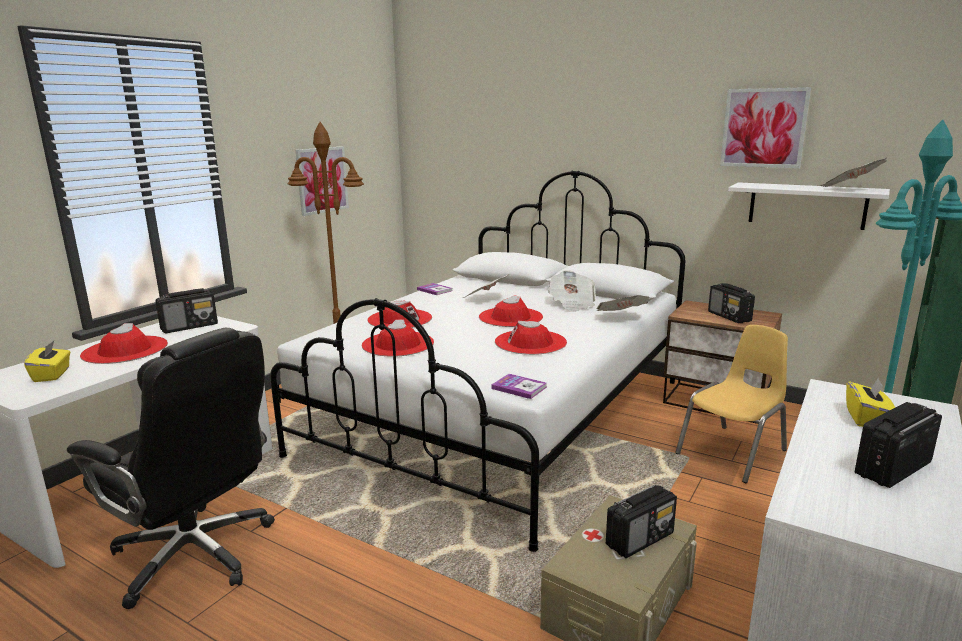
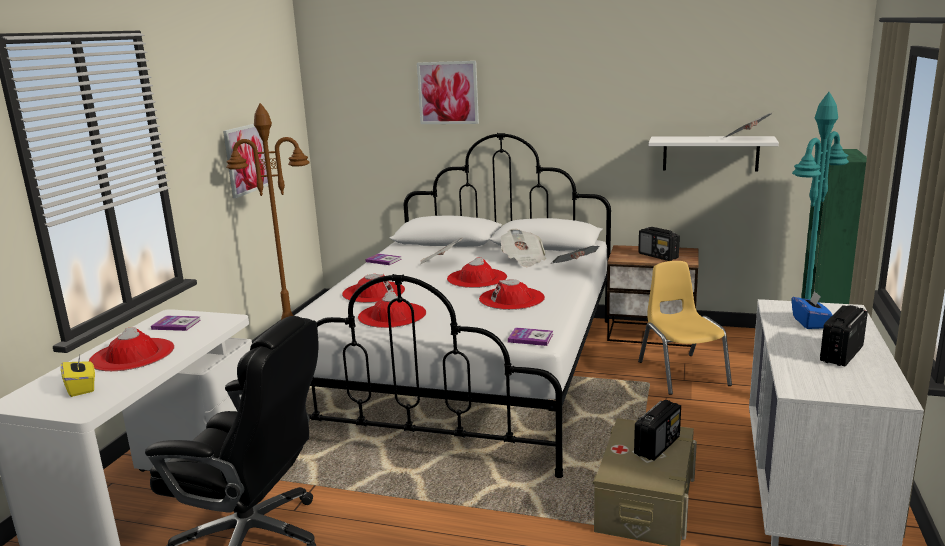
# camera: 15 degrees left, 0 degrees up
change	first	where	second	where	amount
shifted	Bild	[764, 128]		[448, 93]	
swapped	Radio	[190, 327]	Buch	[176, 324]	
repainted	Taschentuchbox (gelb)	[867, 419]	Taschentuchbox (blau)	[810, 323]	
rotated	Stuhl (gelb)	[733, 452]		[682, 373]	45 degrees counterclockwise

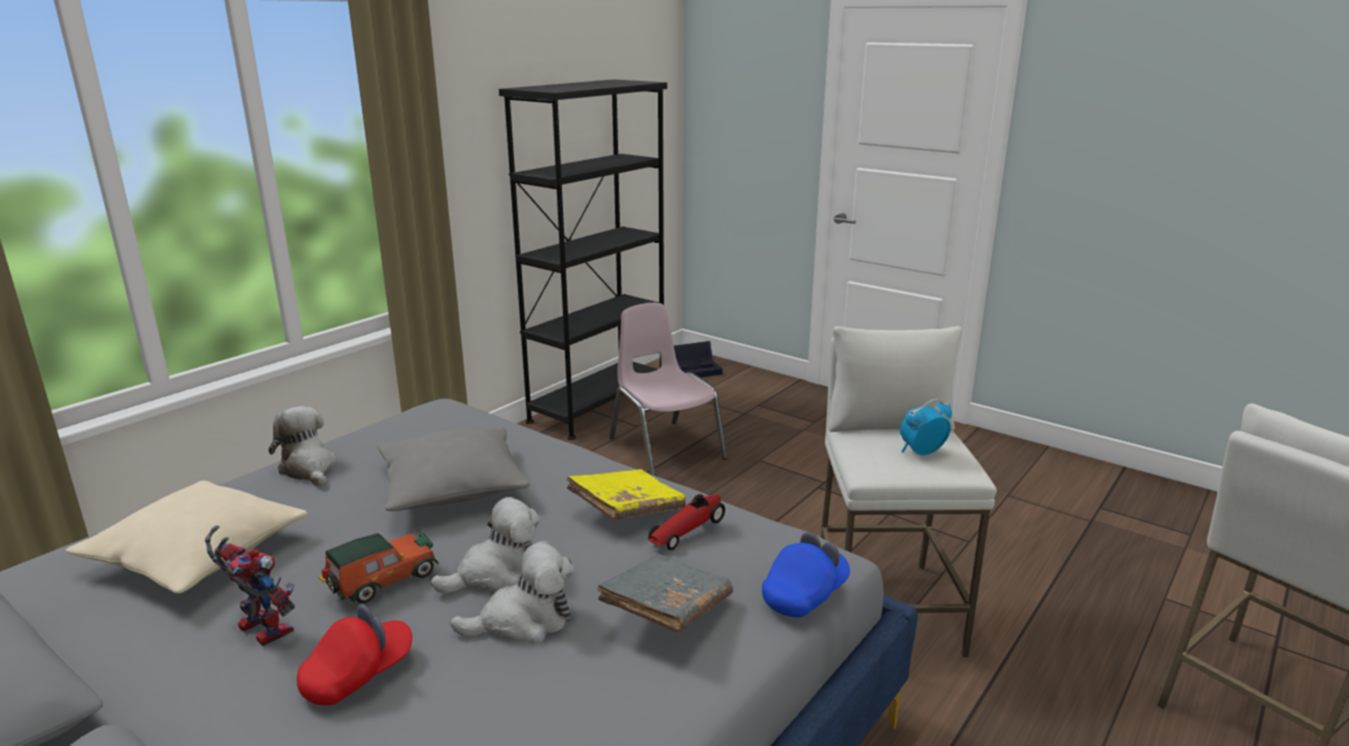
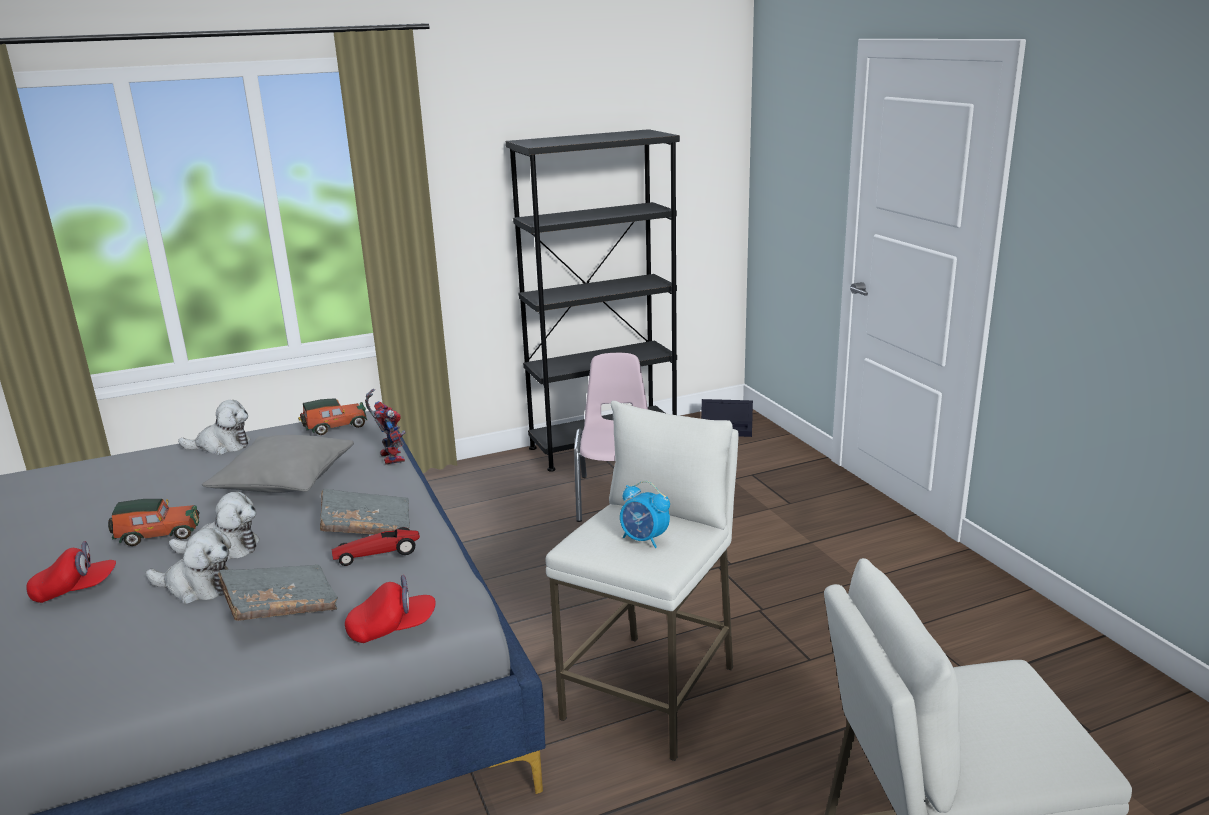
# camera: 30 degrees right, 0 degrees up
change	first	where	second	where	amount
gone	Kissen (beige)	[197, 556]			
new			Spielzeugauto	[334, 427]	
shifted	Spielzeugroboter	[258, 629]		[389, 457]	
repainted	Buch (gelb)	[627, 509]	Buch (grau)	[367, 528]	
repainted	Kappe (blau)	[805, 594]	Kappe (rot)	[392, 628]	
rotated	Plüschtier	[309, 468]		[222, 446]	90 degrees clockwise
rotated	Wecker	[921, 452]		[644, 540]	150 degrees counterclockwise

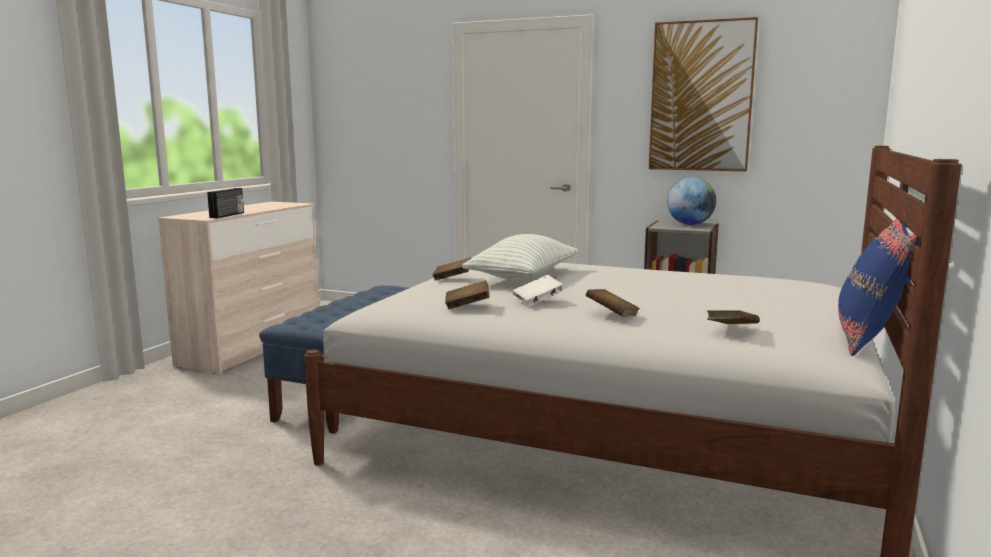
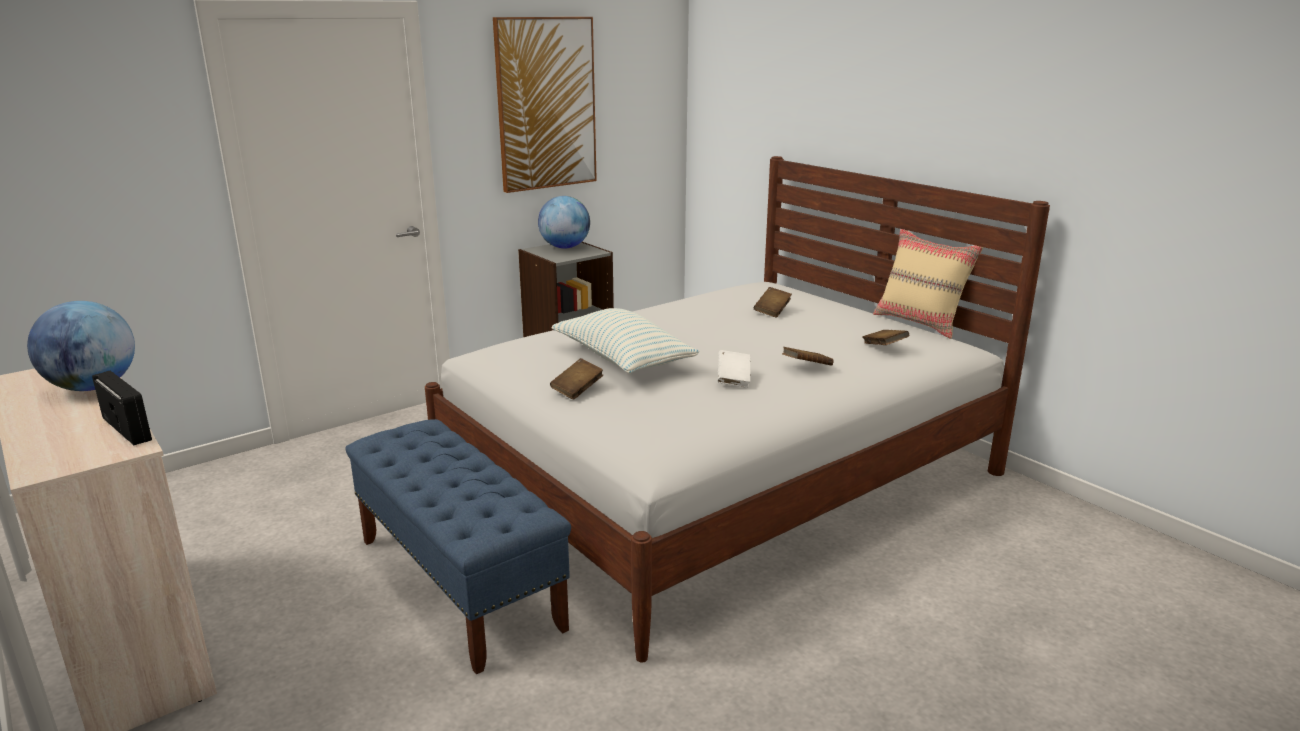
# camera: 60 degrees left, 10 degrees up
change	first	where	second	where	amount
new			Globus	[93, 387]	
shifted	Buch (braun)	[467, 306]		[772, 311]	
repainted	Kissen (blau)	[870, 340]	Kissen (beige)	[920, 323]	

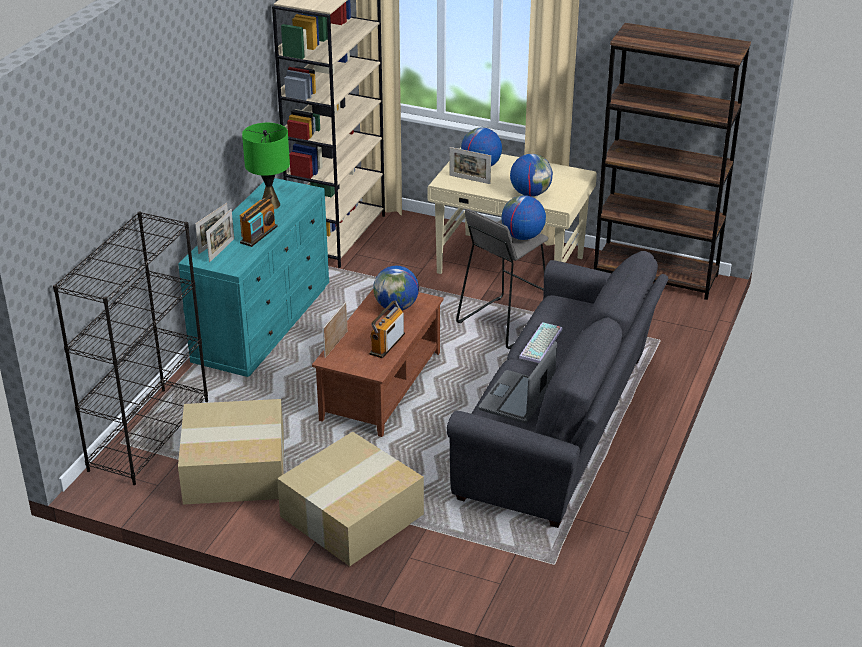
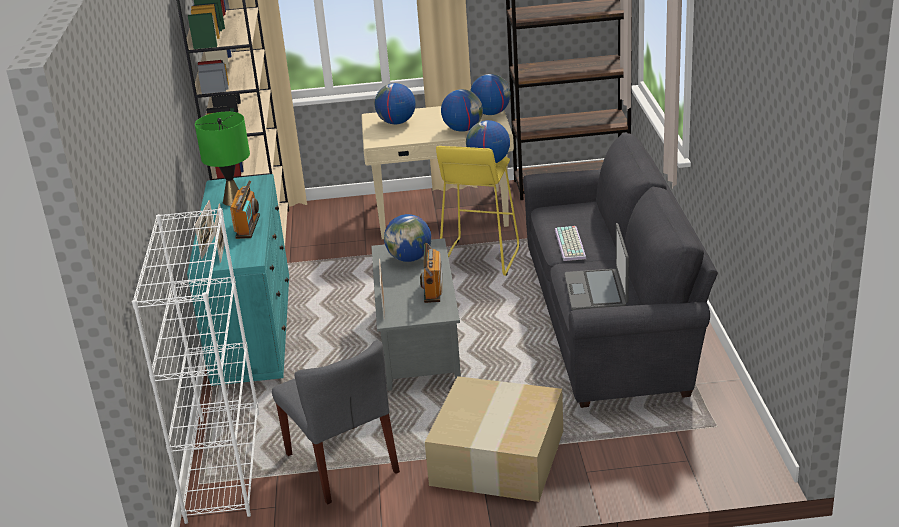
# camera: 25 degrees left, 5 degrees down
change	first	where	second	where	amount
gone	Bilderrahmen	[469, 179]			
new			Globus	[491, 113]	
swapped	Karton	[233, 470]	Stuhl (grau)	[342, 463]	
repainted	Bücherregal (schwarz)	[149, 434]	Bücherregal (weiß)	[223, 464]	
repainted	Couchtisch (braun)	[382, 386]	Couchtisch (grau)	[420, 342]	
repainted	Hocker (grau)	[502, 323]	Hocker (gelb)	[479, 258]	

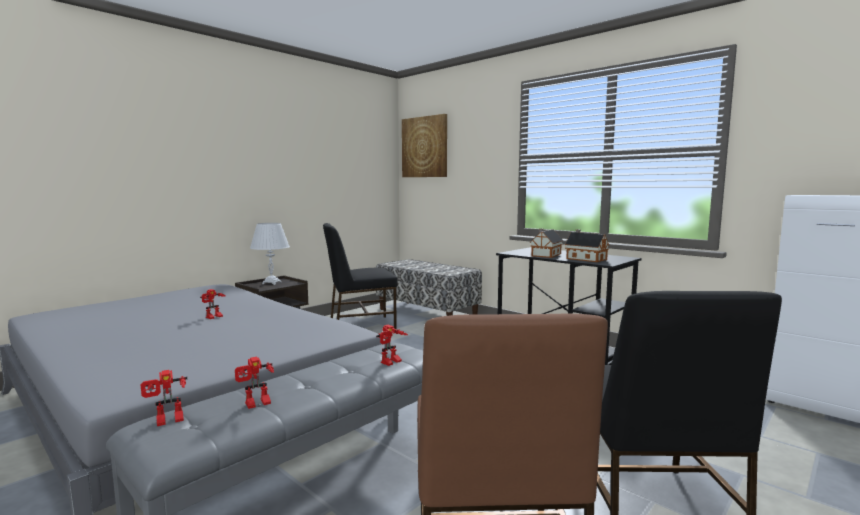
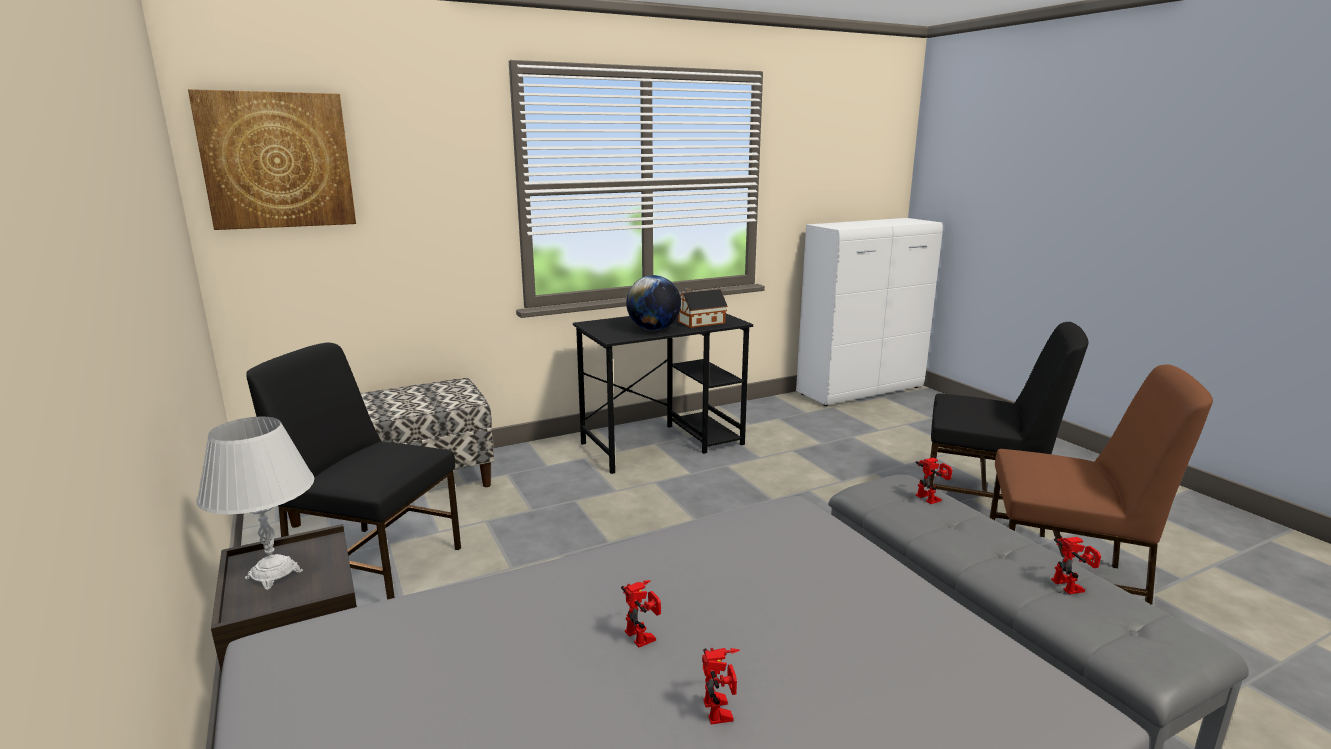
# camera: 70 degrees left, 10 degrees up
change	first	where	second	where	amount
shifted	Spielzeugroboter	[168, 422]		[723, 712]	
swapped	Spielzeughaus	[545, 255]	Globus	[653, 329]	
rotated	Stuhl (schwarz)	[360, 325]		[375, 564]	105 degrees clockwise

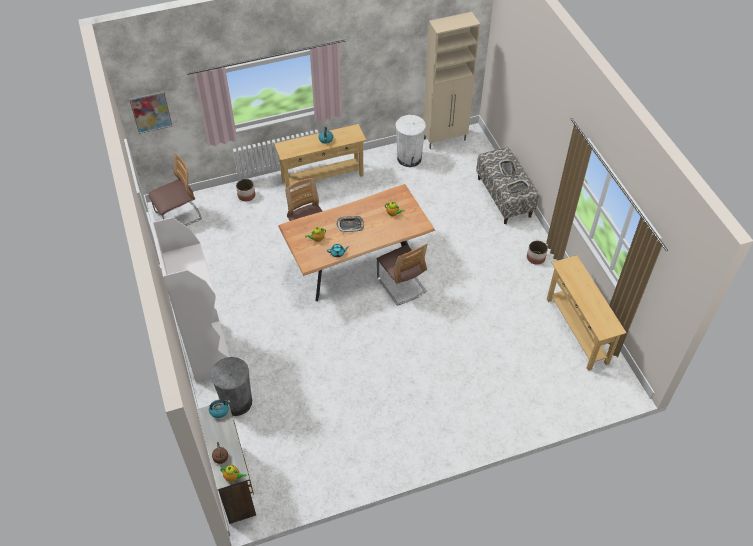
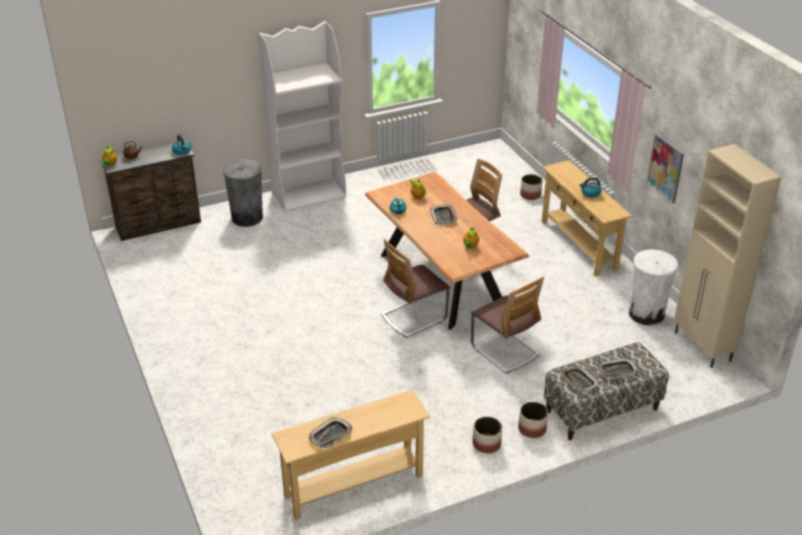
# camera: 85 degrees right, 15 degrees down
change	first	where	second	where	amount
new			Tablett	[331, 436]	
new			Pflanzkübel	[532, 429]	
shifted	Bild	[151, 112]		[666, 168]	
shifted	Stuhl	[178, 216]		[504, 350]	

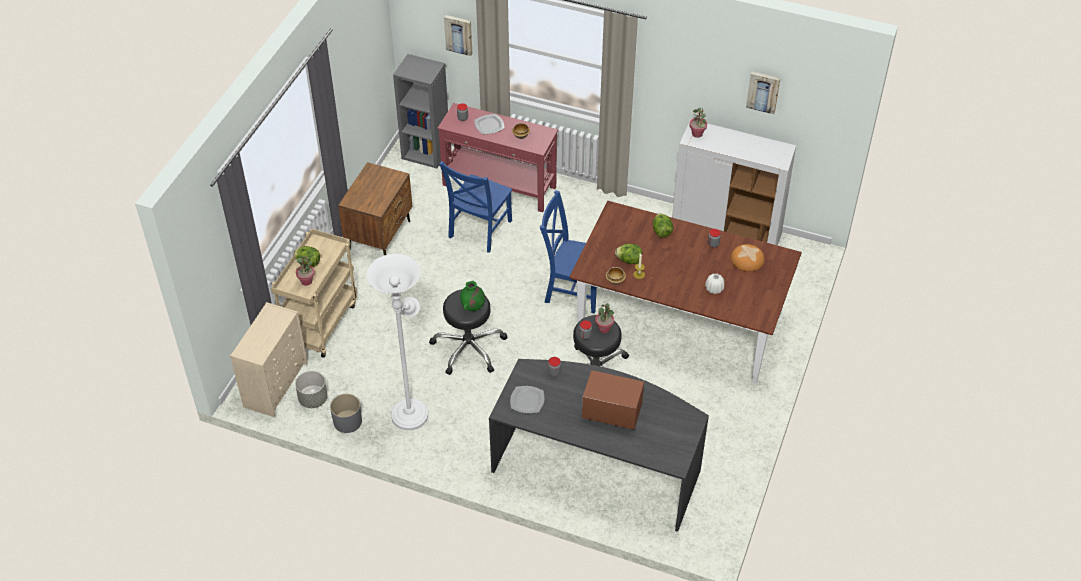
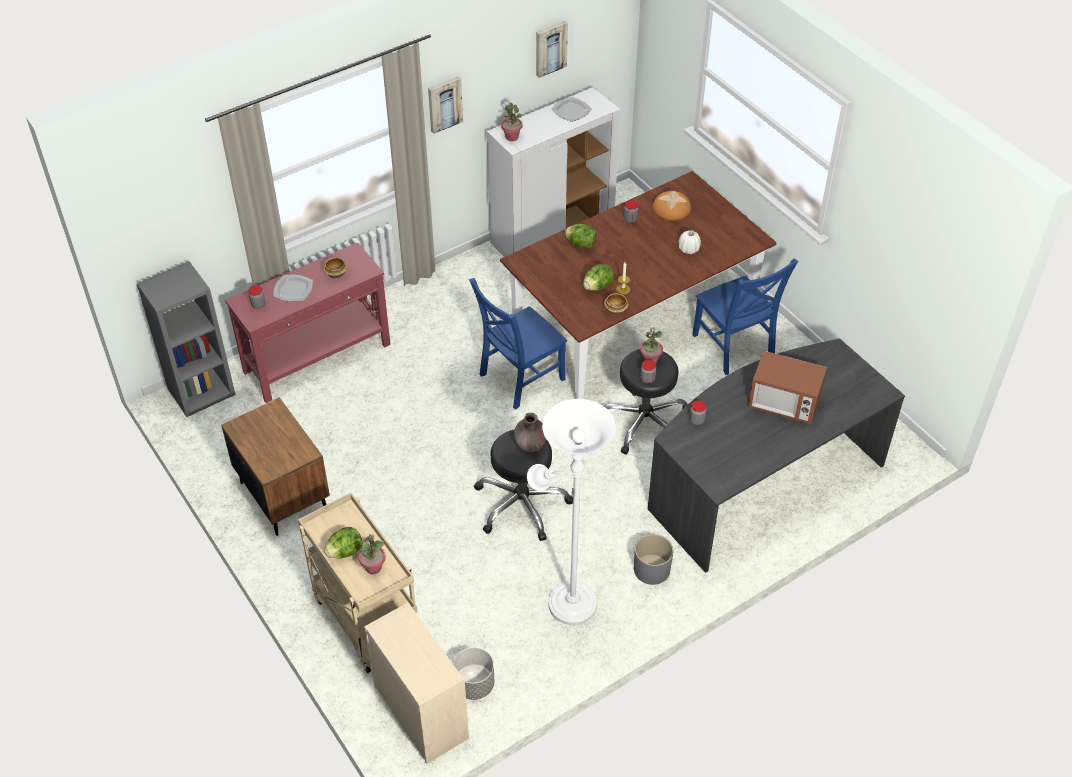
# camera: 55 degrees left, 0 degrees up
change	first	where	second	where	amount
shifted	Pflanzkübel (grau)	[347, 421]		[651, 570]	
shifted	Stuhl (blau)	[478, 231]		[734, 347]	
shifted	Bild	[459, 34]		[444, 104]	
shifted	Teller	[527, 400]		[571, 110]	
repainted	Vase (grün)	[473, 307]	Vase (braun)	[530, 446]	
rotated	Mikrowelle	[612, 412]		[783, 404]	120 degrees counterclockwise

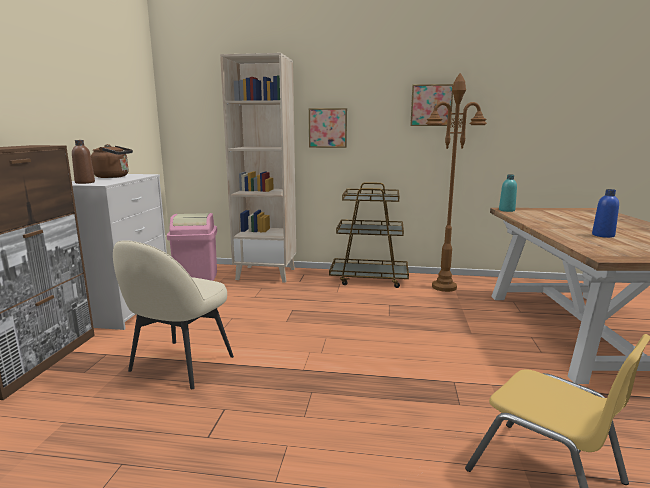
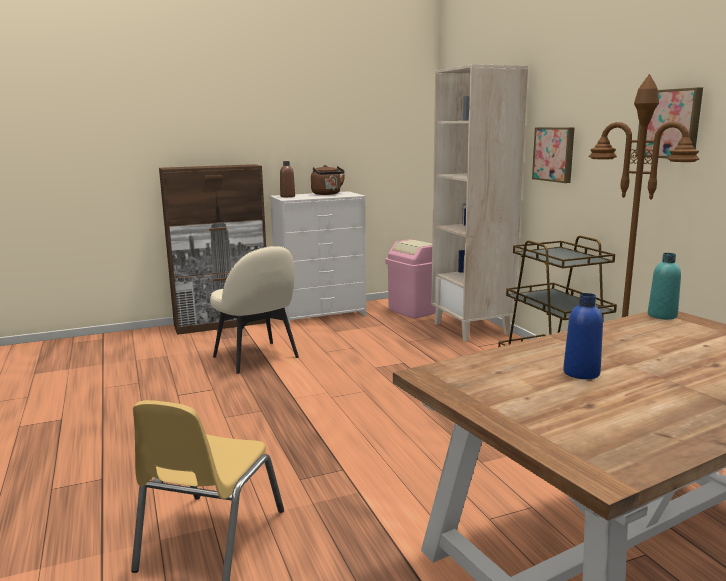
# camera: 60 degrees right, 0 degrees up
change	first	where	second	where	amount
rotated	Stuhl (beige)	[180, 365]		[257, 358]	120 degrees counterclockwise

